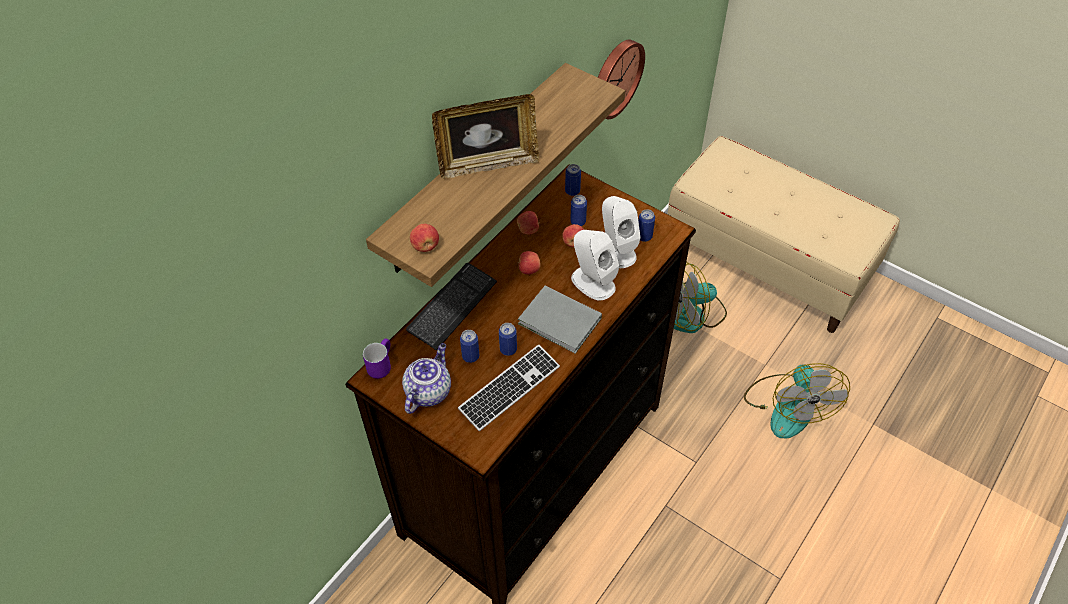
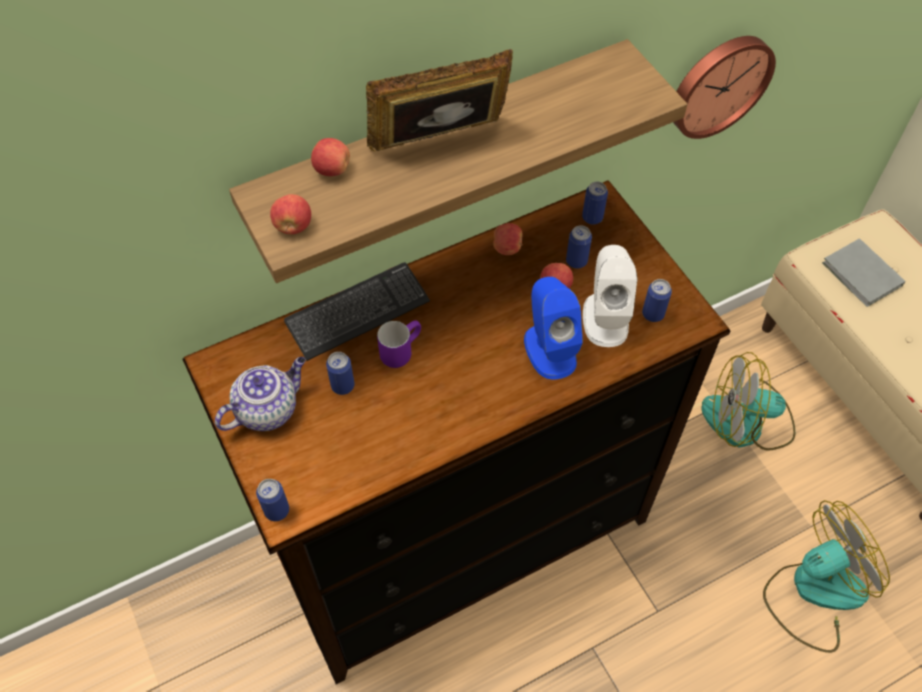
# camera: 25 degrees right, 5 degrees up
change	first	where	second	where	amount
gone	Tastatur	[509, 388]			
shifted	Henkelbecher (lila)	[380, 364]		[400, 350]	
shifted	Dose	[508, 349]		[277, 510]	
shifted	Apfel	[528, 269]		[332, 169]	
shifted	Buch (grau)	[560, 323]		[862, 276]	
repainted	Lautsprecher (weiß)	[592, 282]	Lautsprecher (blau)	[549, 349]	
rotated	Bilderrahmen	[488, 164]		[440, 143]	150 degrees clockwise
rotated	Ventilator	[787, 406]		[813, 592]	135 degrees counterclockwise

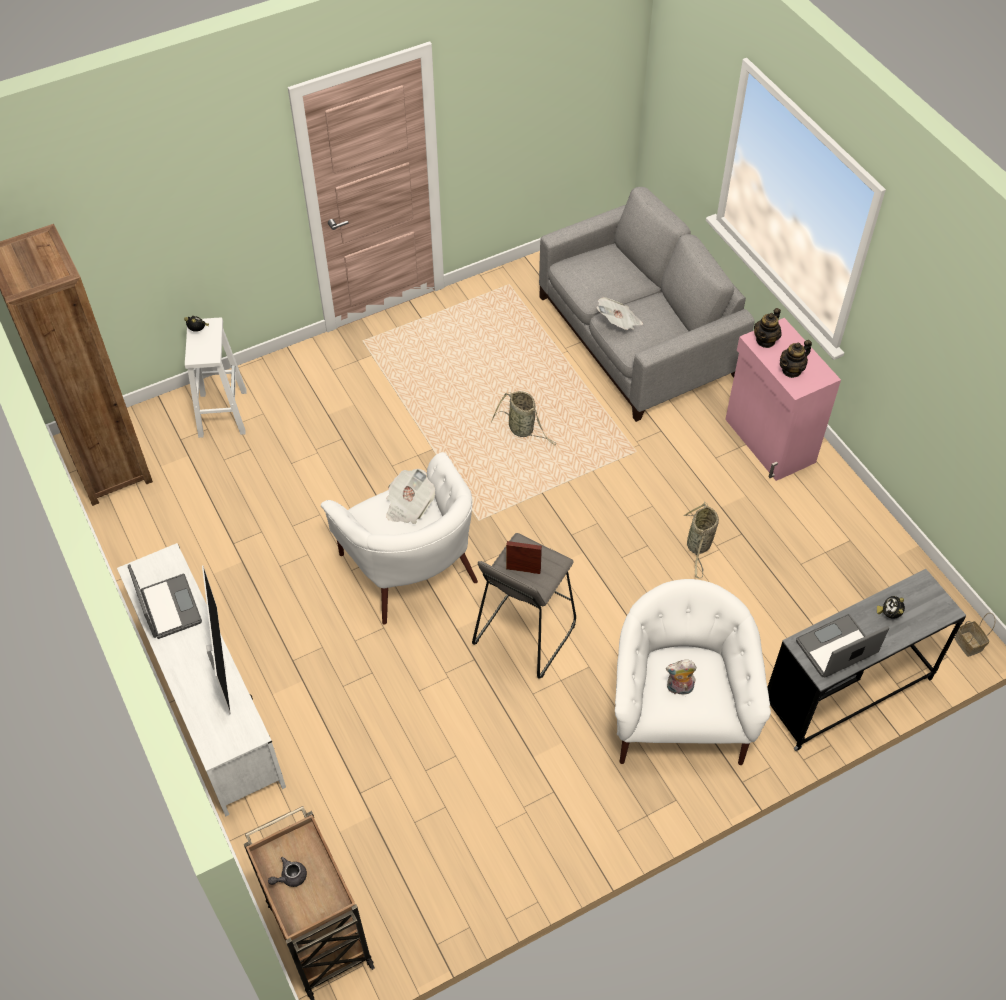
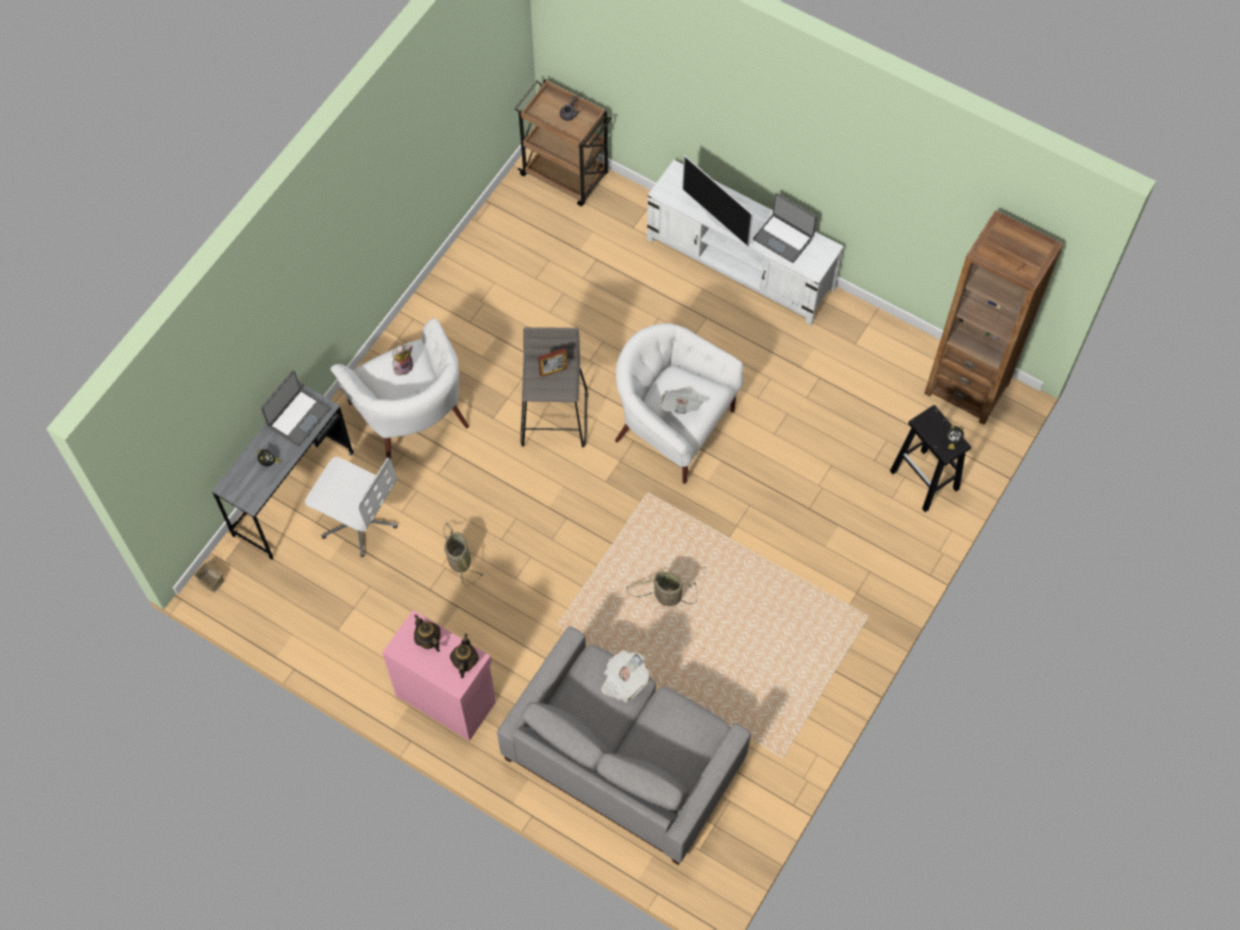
# camera: 150 degrees right, 10 degrees up
change	first	where	second	where	amount
new			Bürostuhl (weiß)	[358, 521]	
repainted	Hocker (weiß)	[222, 412]	Hocker (schwarz)	[925, 481]	
rotated	Teekanne	[791, 370]		[428, 640]	60 degrees counterclockwise

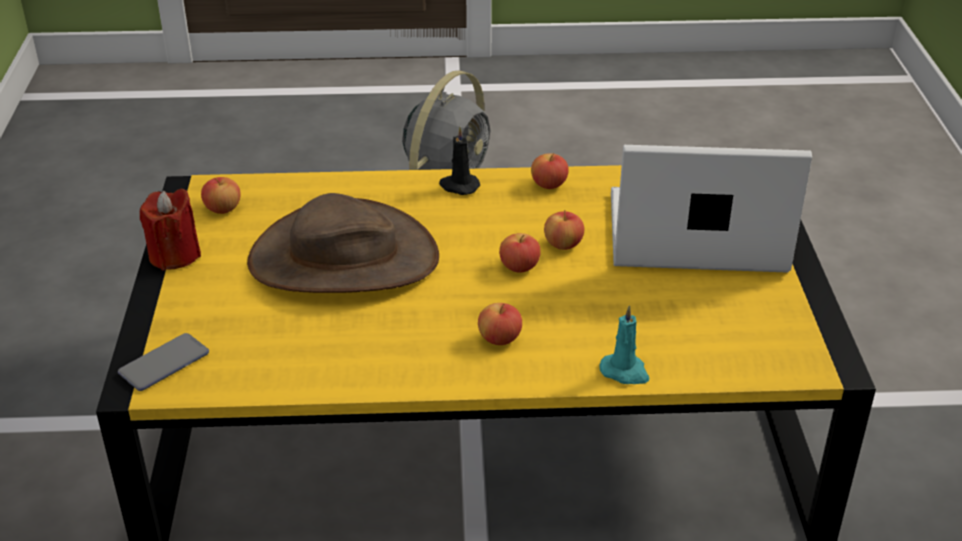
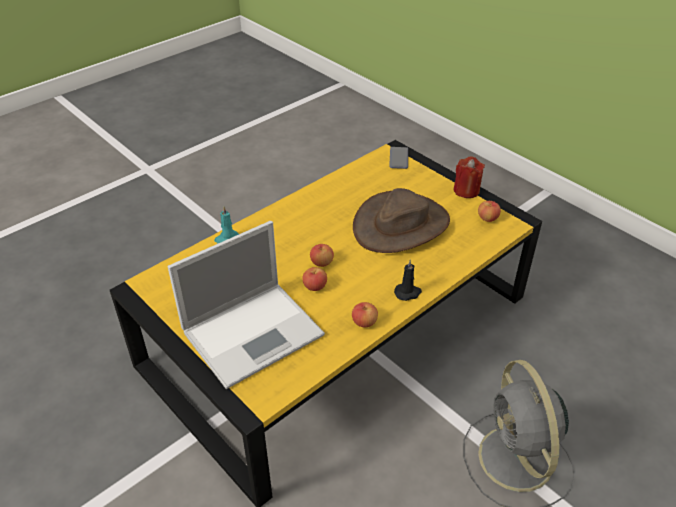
# camera: 140 degrees right, 5 degrees up
change	first	where	second	where	amount
gone	Apfel	[499, 338]			

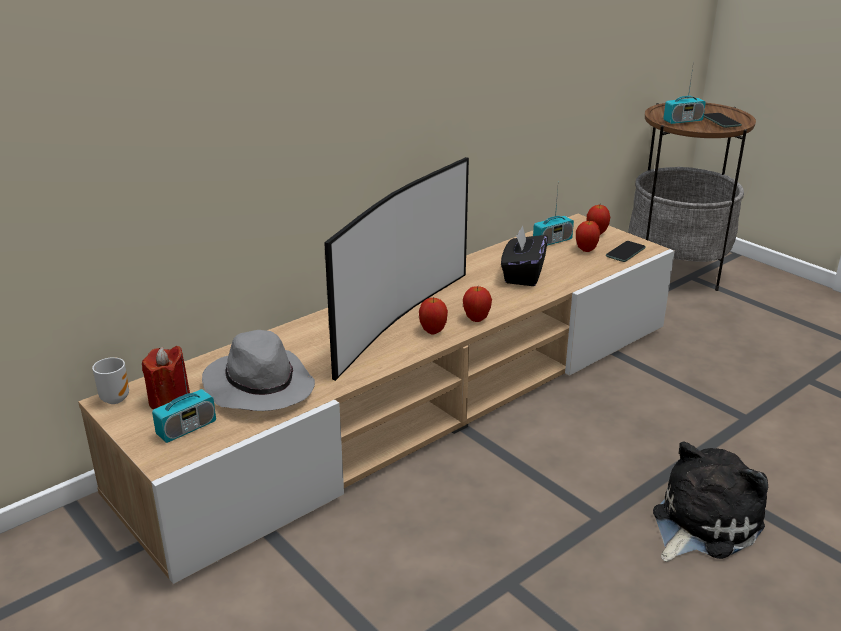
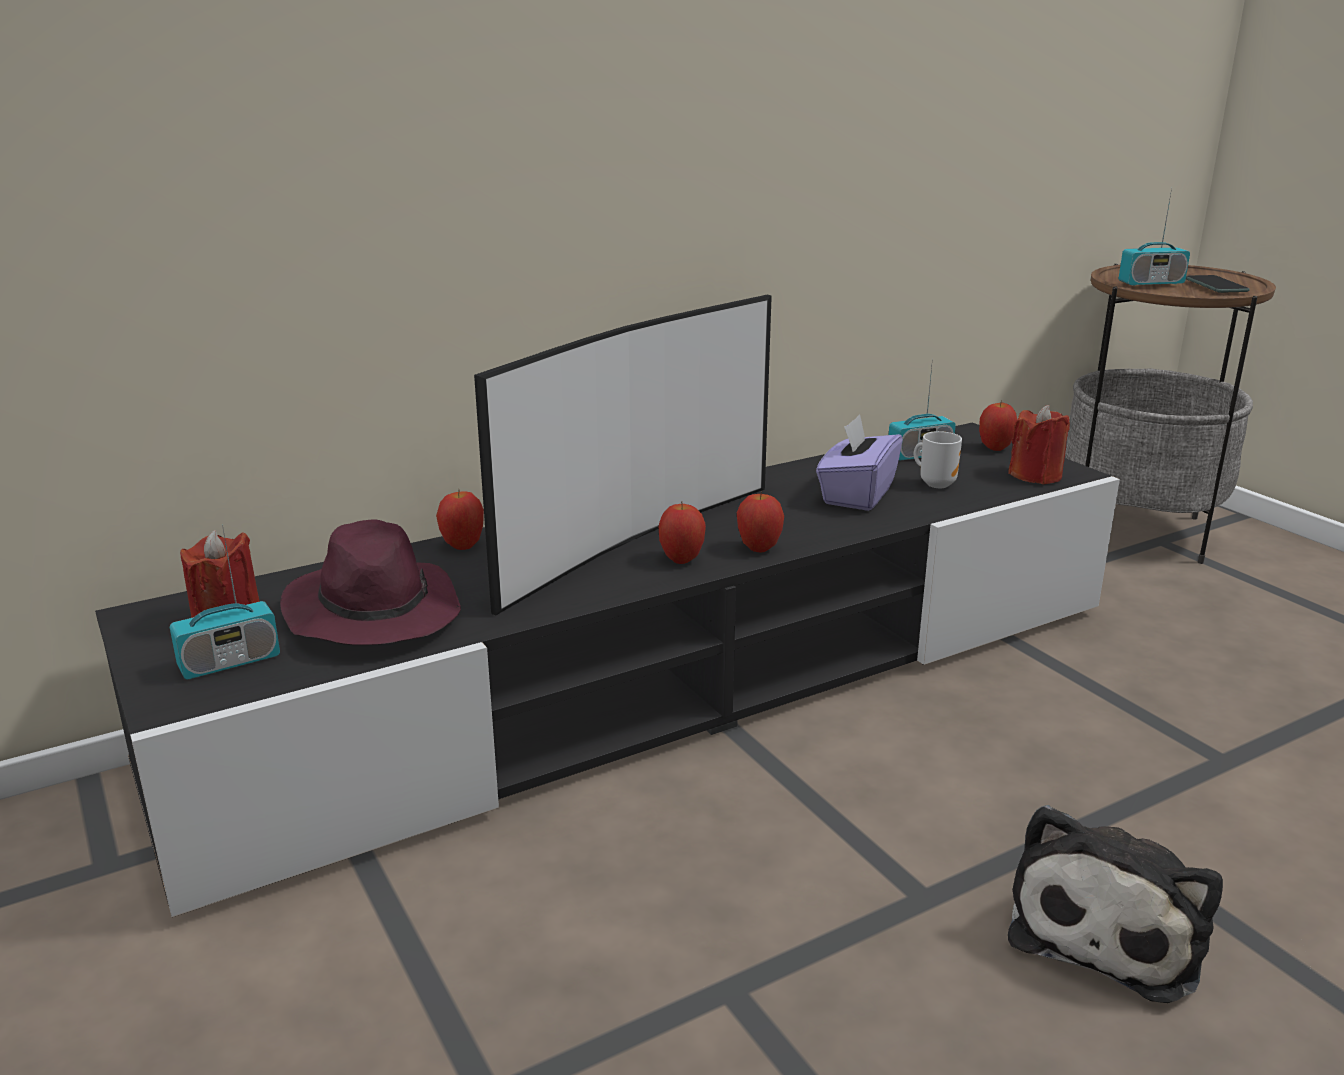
# camera: 10 degrees right, 5 degrees down
change	first	where	second	where	amount
shifted	Henkelbecher	[114, 398]		[936, 483]	
shifted	Apfel	[586, 250]		[463, 546]	
swapped	Handy	[625, 252]	Kerze (rot)	[1036, 476]	
repainted	Fernsehschrank (beige)	[421, 403]	Fernsehschrank (schwarz)	[674, 684]	
repainted	Hut (grau)	[259, 386]	Hut (lila)	[372, 613]	
repainted	Taschentuchbox (schwarz)	[523, 275]	Taschentuchbox (lila)	[856, 495]	
rotated	Plüschtier	[701, 523]		[1109, 928]	150 degrees clockwise

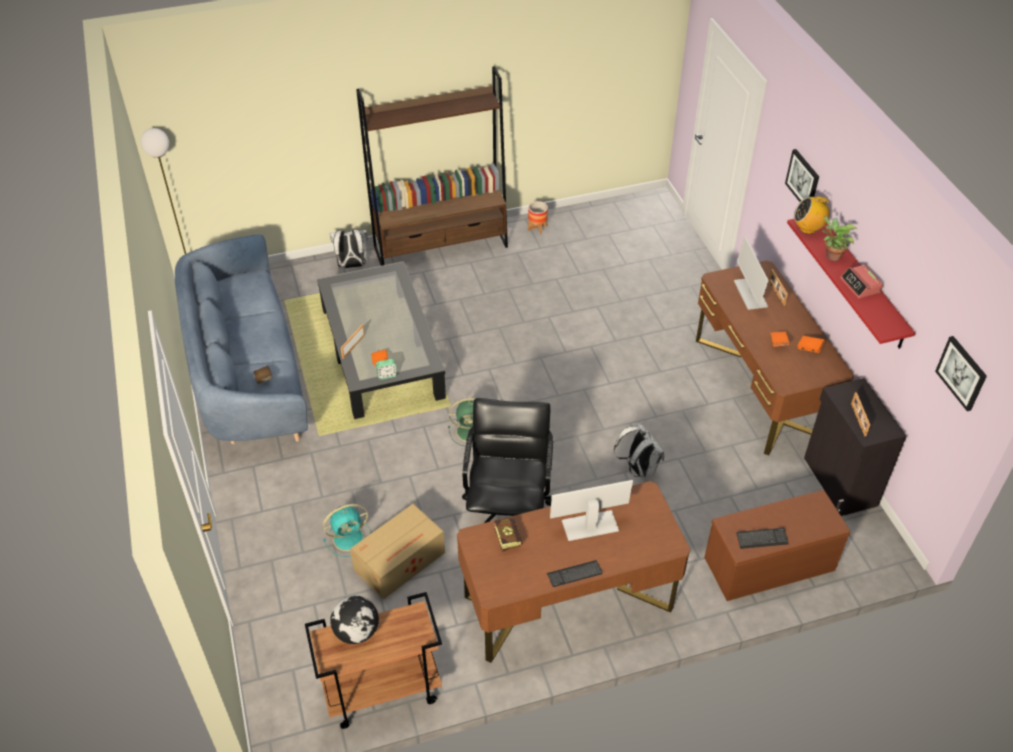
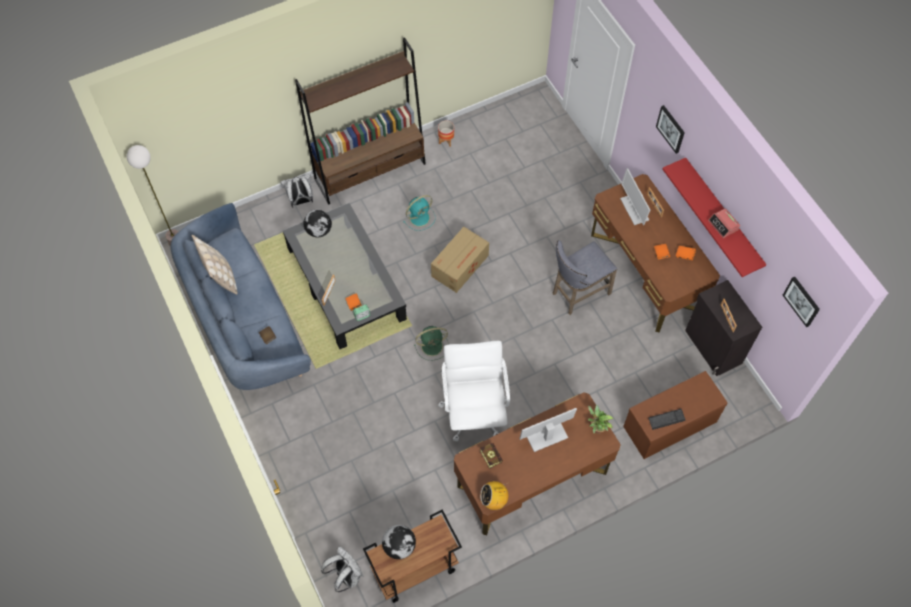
# camera: 10 degrees left, 15 degrees up
change	first	where	second	where	amount
gone	Tastatur	[574, 574]			
new			Kissen (beige)	[220, 276]	
new			Globus	[319, 230]	
new			Hocker (grau)	[577, 294]	
shifted	Ventilator (türkis)	[350, 537]		[420, 217]	
shifted	Karton	[401, 561]		[461, 265]	
shifted	Rucksack (weiß)	[638, 469]		[346, 575]	
shifted	Radio	[808, 228]		[494, 500]	
shifted	Topfpflanze	[831, 255]		[596, 428]	
repainted	Bürostuhl (schwarz)	[507, 511]	Bürostuhl (weiß)	[474, 411]	

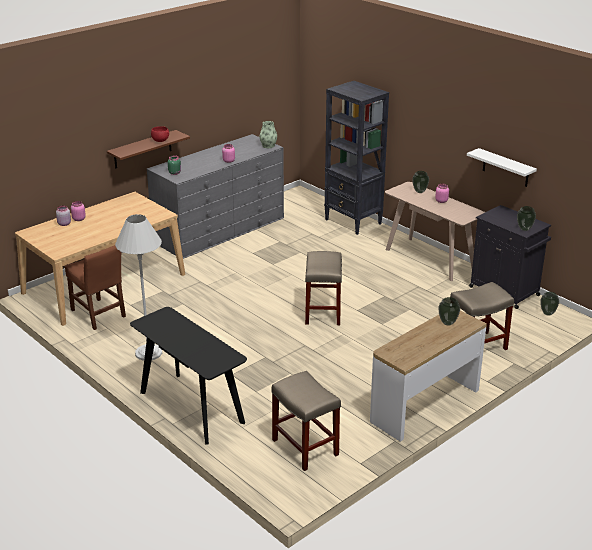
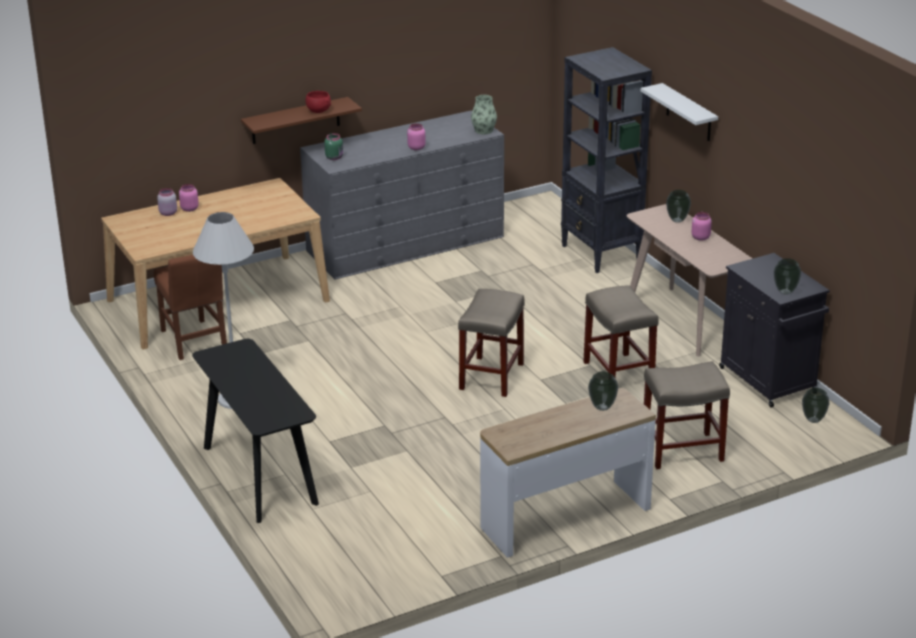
# camera: 15 degrees right, 0 degrees up
change	first	where	second	where	amount
shifted	Hocker (beige)	[306, 448]		[619, 374]	
shifted	Wandregal (weiß)	[505, 168]		[689, 113]	

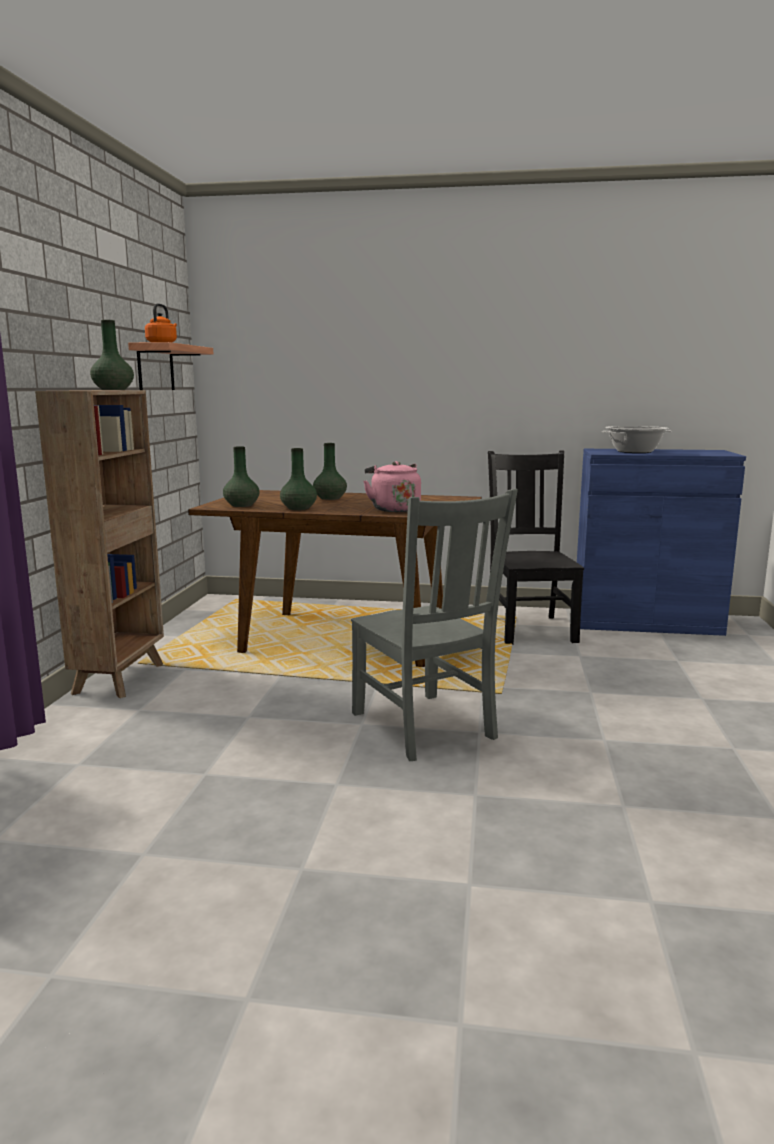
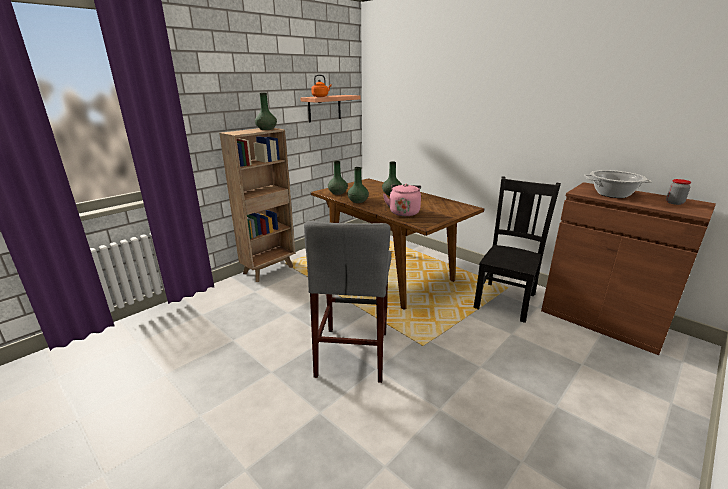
# camera: 35 degrees right, 10 degrees up
change	first	where	second	where	amount
new			Vorratsglas	[674, 203]	
swapped	Stuhl (grau)	[425, 727]	Hocker (grau)	[353, 353]	
repainted	Schrank (blau)	[645, 621]	Schrank (braun)	[602, 320]	

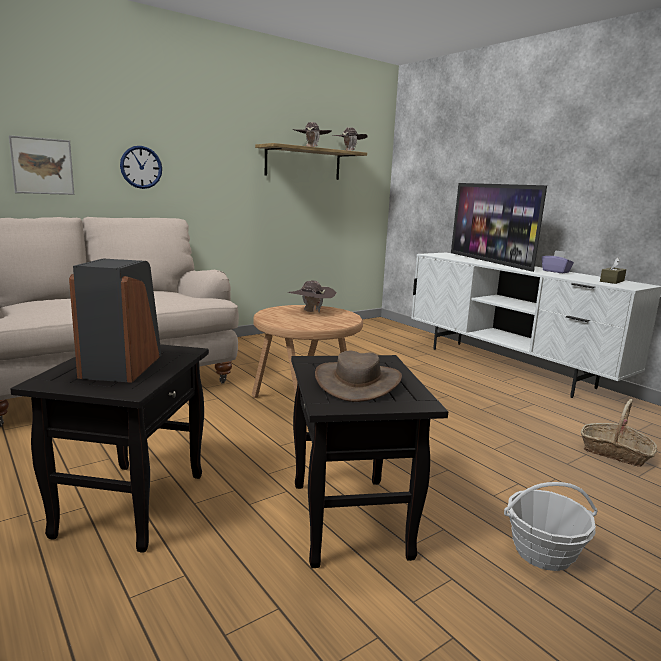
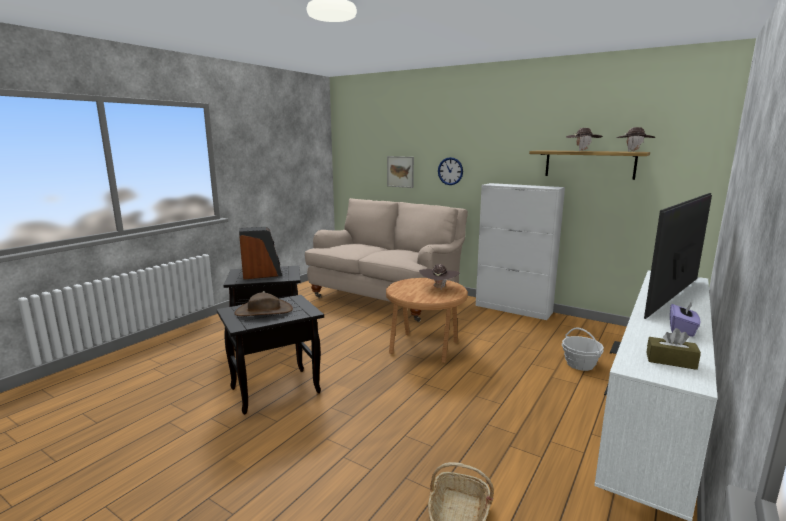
# camera: 70 degrees right, 0 degrees up
change	first	where	second	where	amount
new			Schrank (weiß)	[513, 309]	
shifted	Korb	[543, 552]		[580, 364]	

